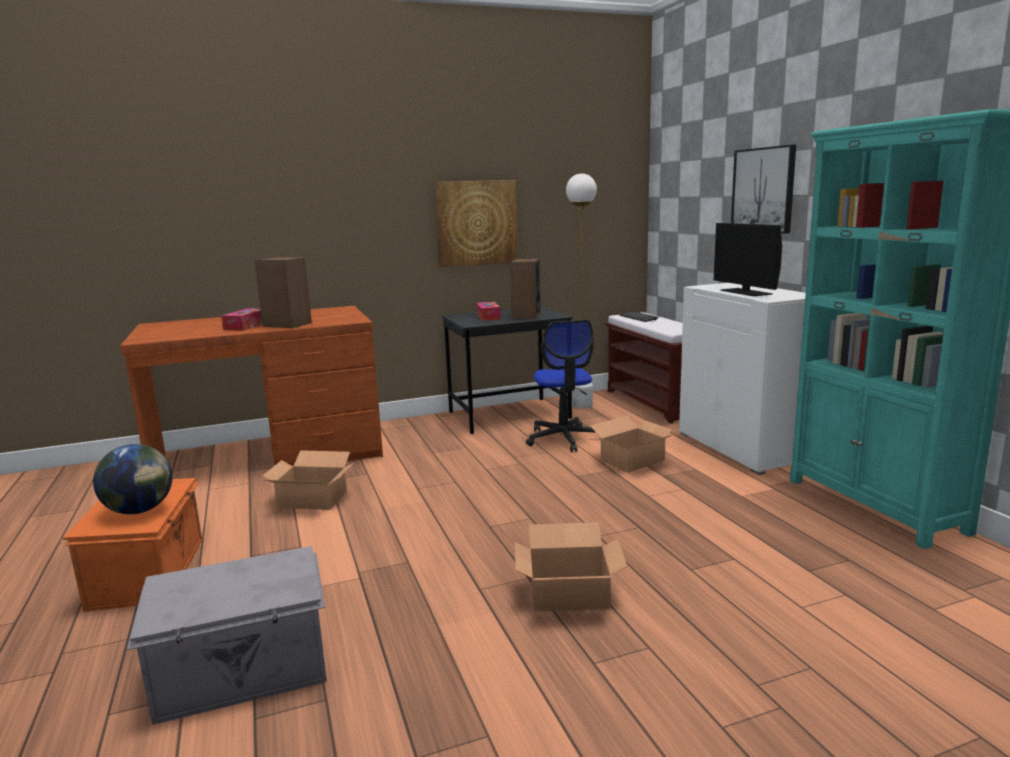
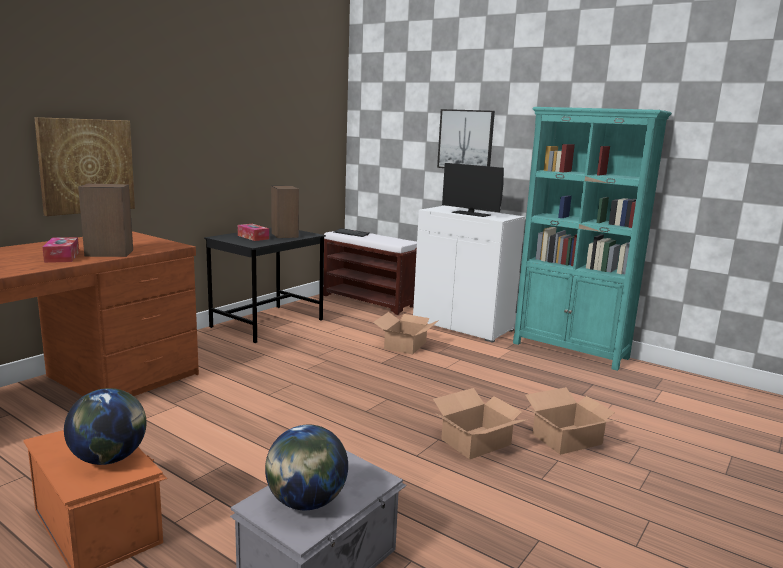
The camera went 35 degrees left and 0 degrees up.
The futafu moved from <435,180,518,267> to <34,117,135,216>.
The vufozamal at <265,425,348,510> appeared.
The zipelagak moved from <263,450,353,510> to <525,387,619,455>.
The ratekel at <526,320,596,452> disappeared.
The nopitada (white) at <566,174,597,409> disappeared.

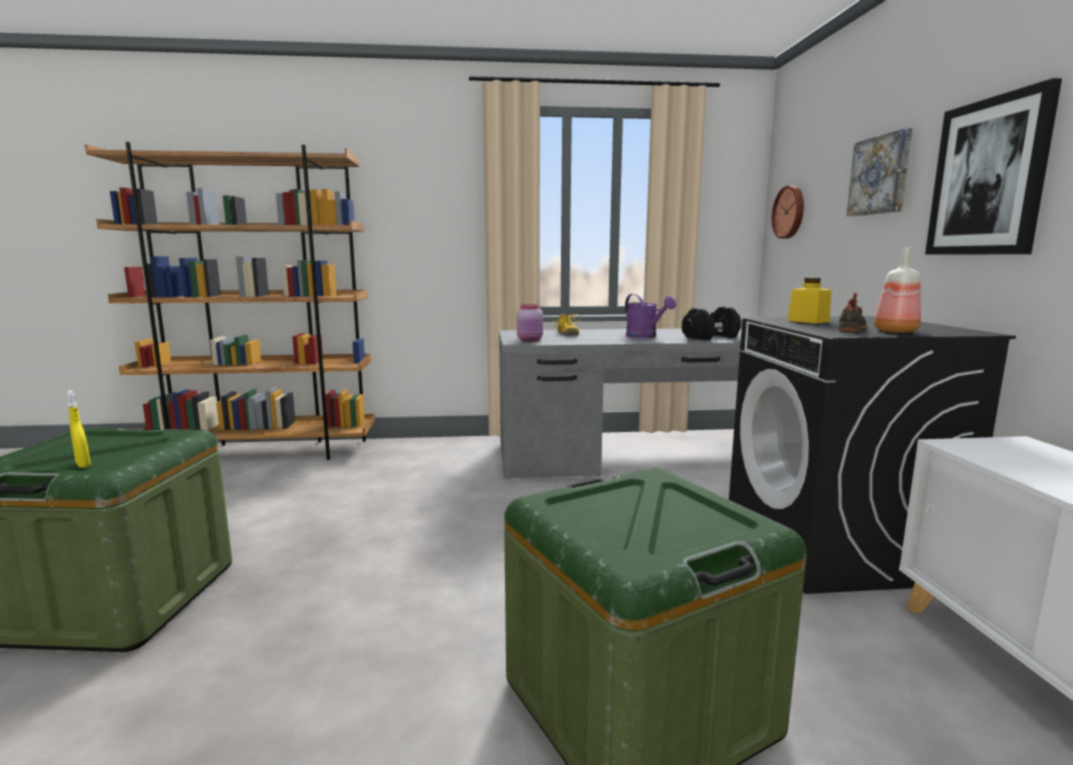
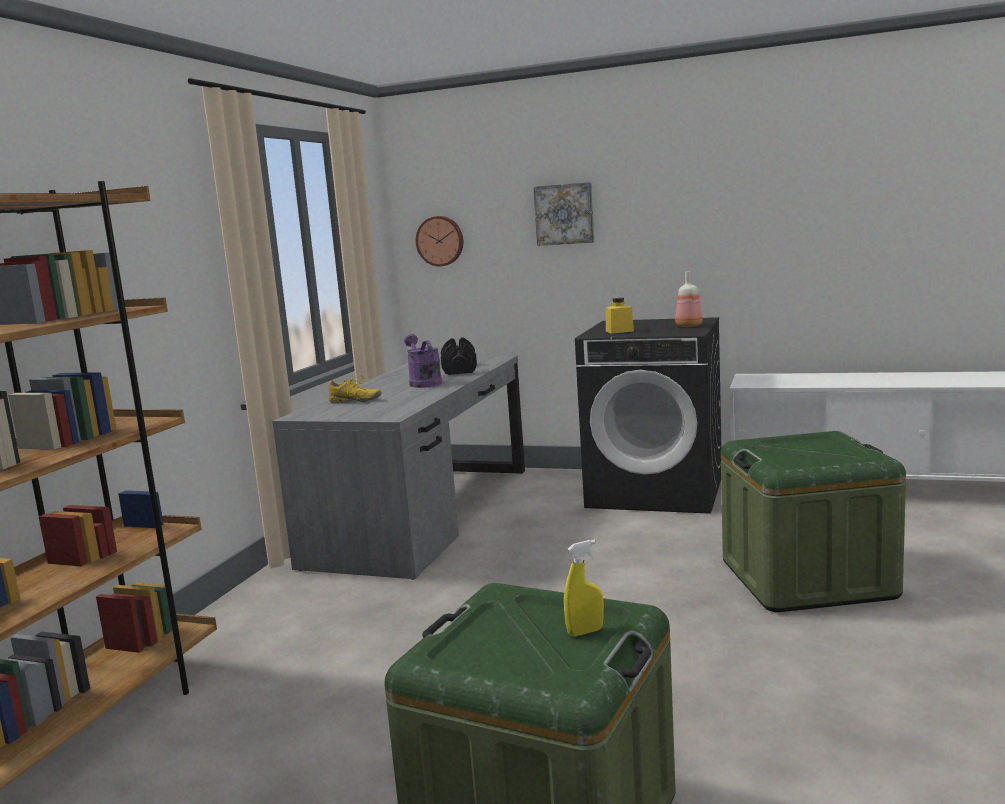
The camera went 65 degrees left and 0 degrees up.
The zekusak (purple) at <625,294,676,338> turned 105 degrees counterclockwise.
The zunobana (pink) at <517,304,543,342> disappeared.
The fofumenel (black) at <838,293,866,331> disappeared.
The futafu at <925,78,1062,255> disappeared.

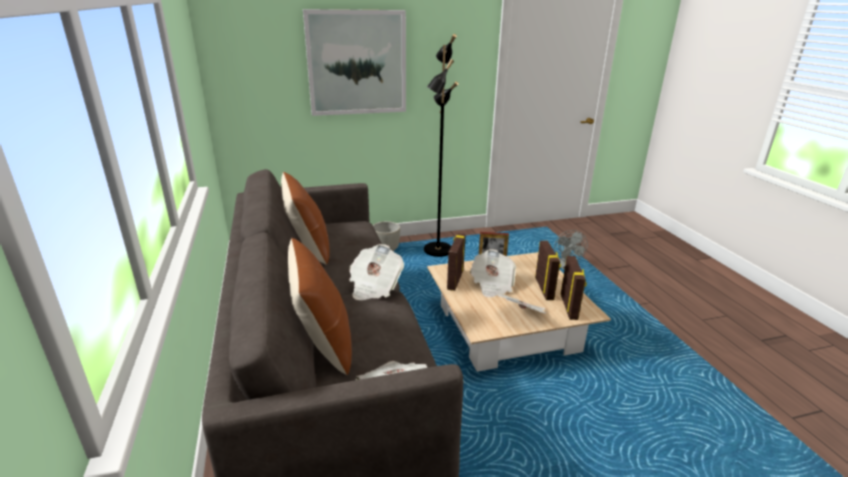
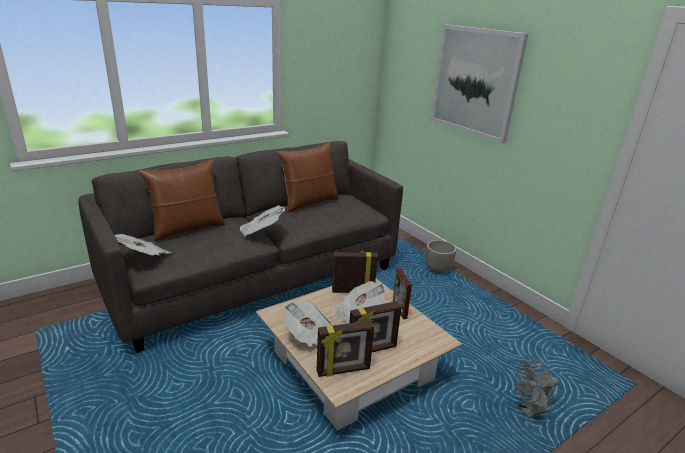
The camera went 70 degrees right and 0 degrees up.
The nopitada (black) at <424,34,458,257> disappeared.

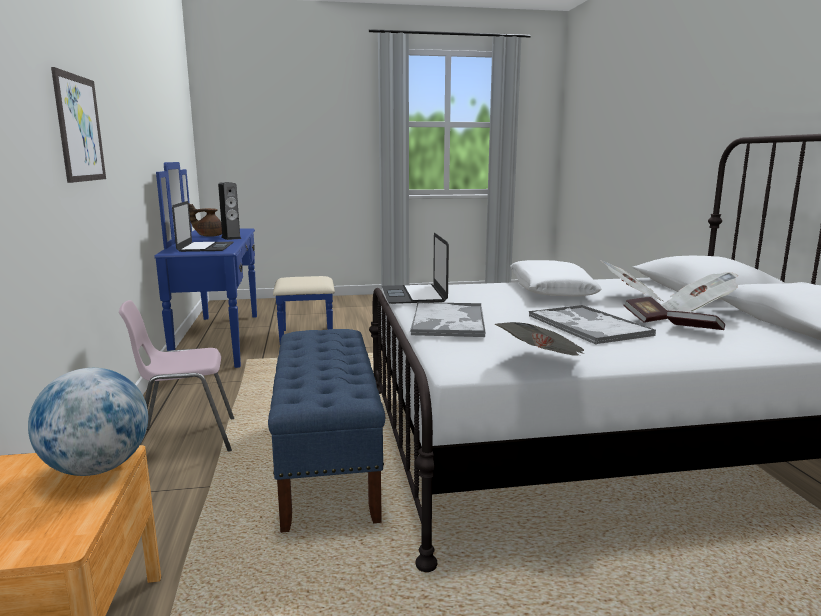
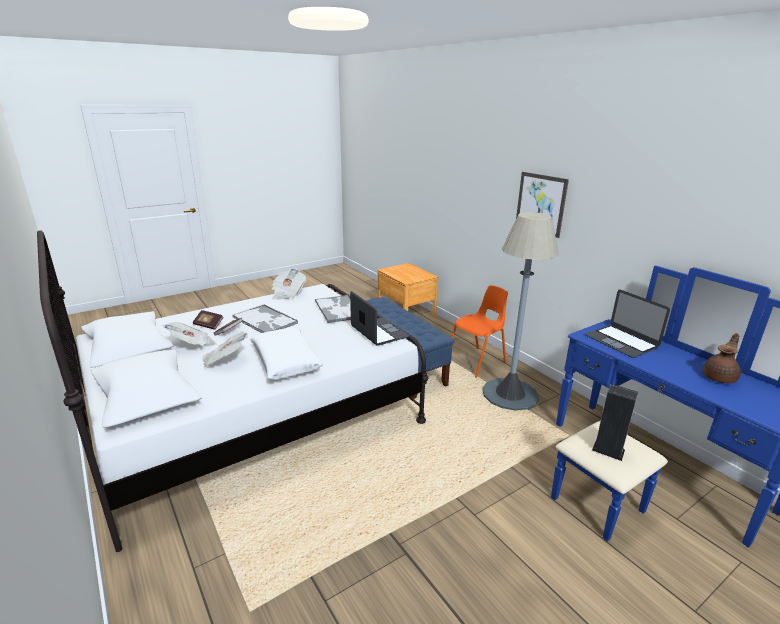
The camera went 155 degrees right and 10 degrees up.
The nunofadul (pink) at <119,300,234,451> became the nunofadul (orange) at <452,285,508,378>.
The nopitada (grey) at <482,212,559,410> appeared.
The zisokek moved from <218,182,241,240> to <592,384,638,461>.
The vufozamal at <28,368,148,476> disappeared.

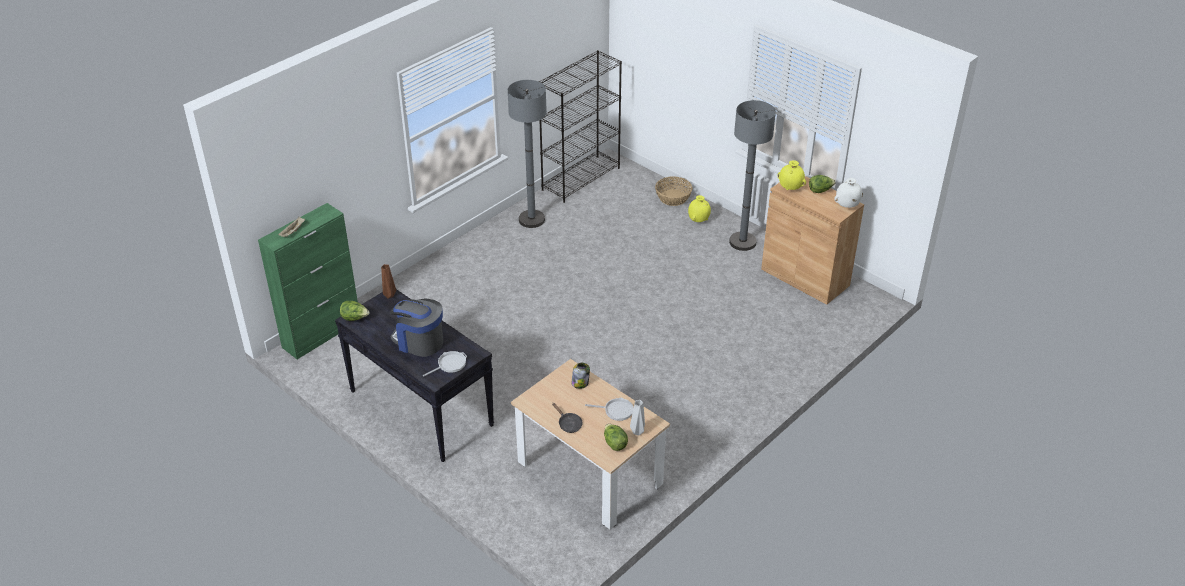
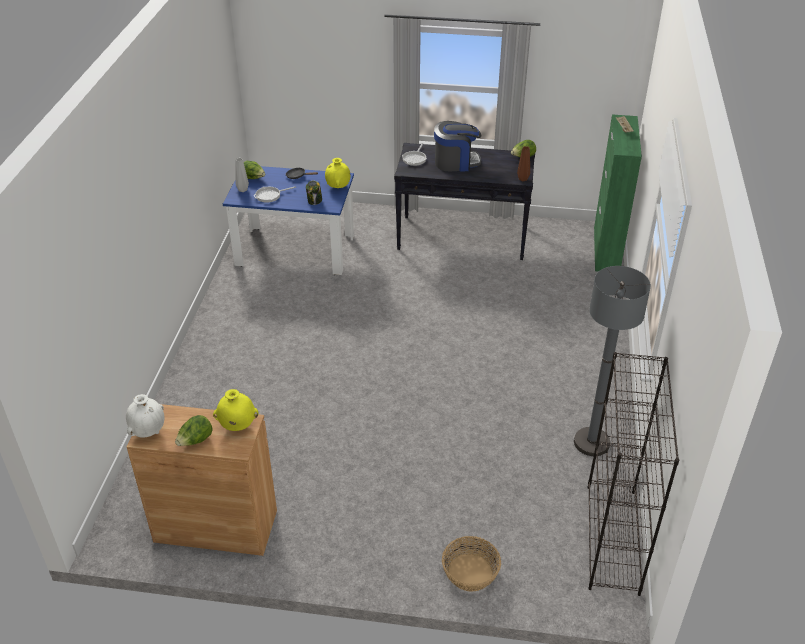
The camera went 145 degrees right and 0 degrees up.
The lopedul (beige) at <511,359,670,529> became the lopedul (blue) at <223,166,354,275>.
The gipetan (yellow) moved from <688,195,711,222> to <325,158,350,188>.
The nopitada (grey) at <729,100,776,251> disappeared.

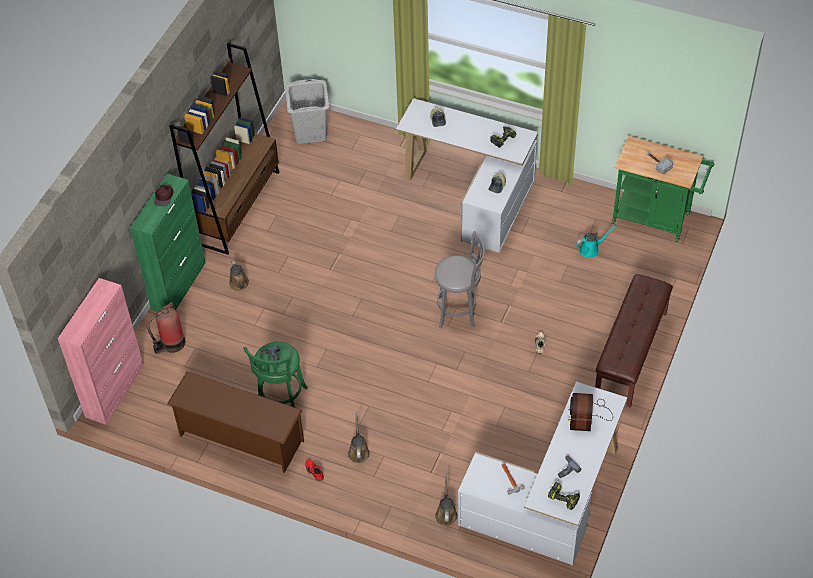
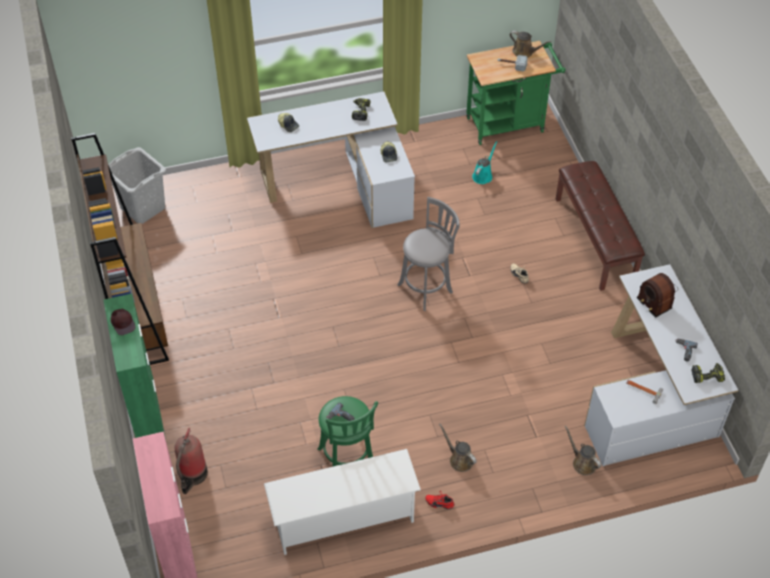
The camera went 40 degrees left and 0 degrees up.
The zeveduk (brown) at <167,371,304,473> became the zeveduk (white) at <264,449,421,555>.
The zekusak (brown) moved from <229,260,249,290> to <510,31,551,58>.

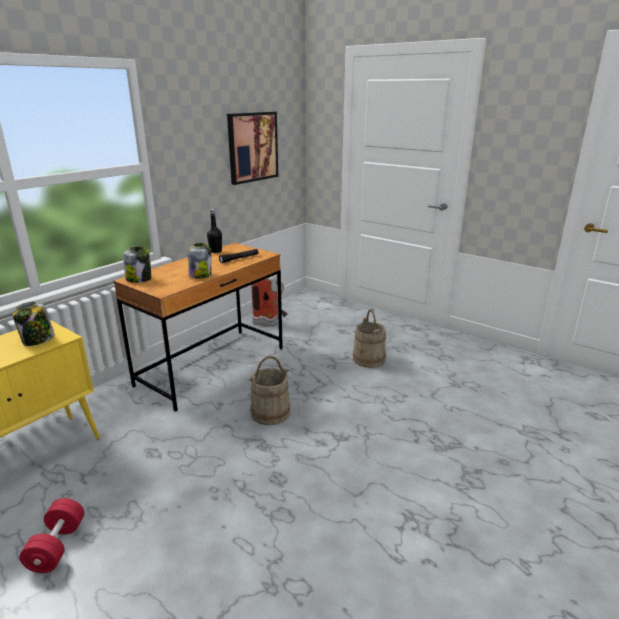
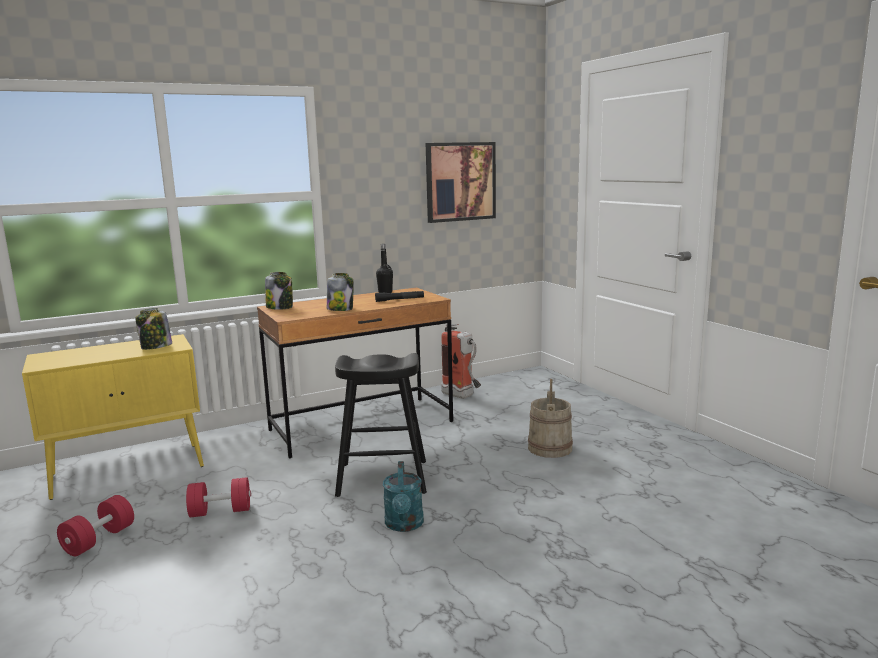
The camera went 25 degrees right and 10 degrees down.
The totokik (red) at <186,477,251,517> appeared.
The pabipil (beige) at <249,356,290,425> was replaced by the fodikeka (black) at <335,353,427,497>.
The zekusak (turquoise) at <383,461,424,532> appeared.

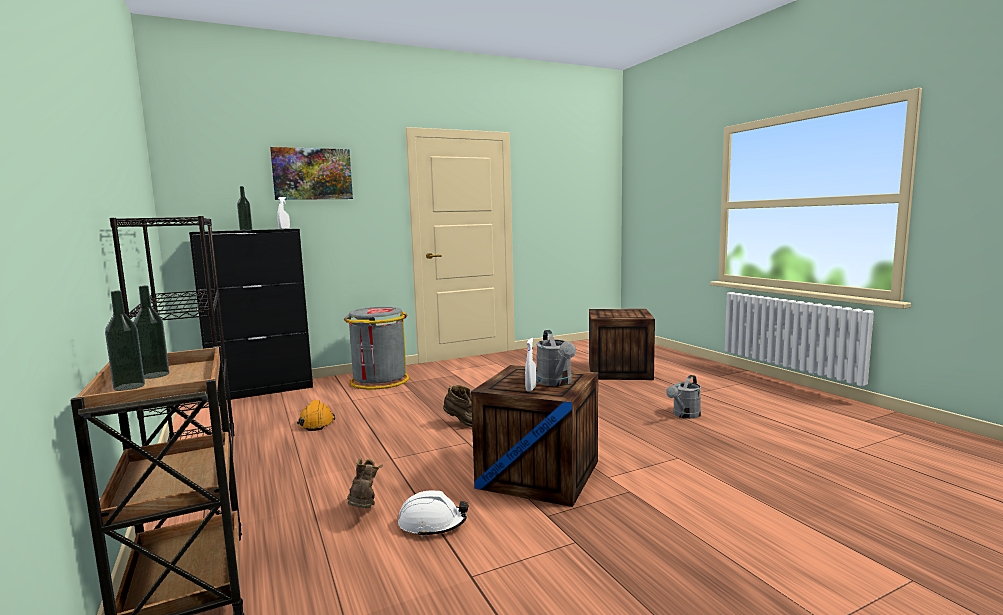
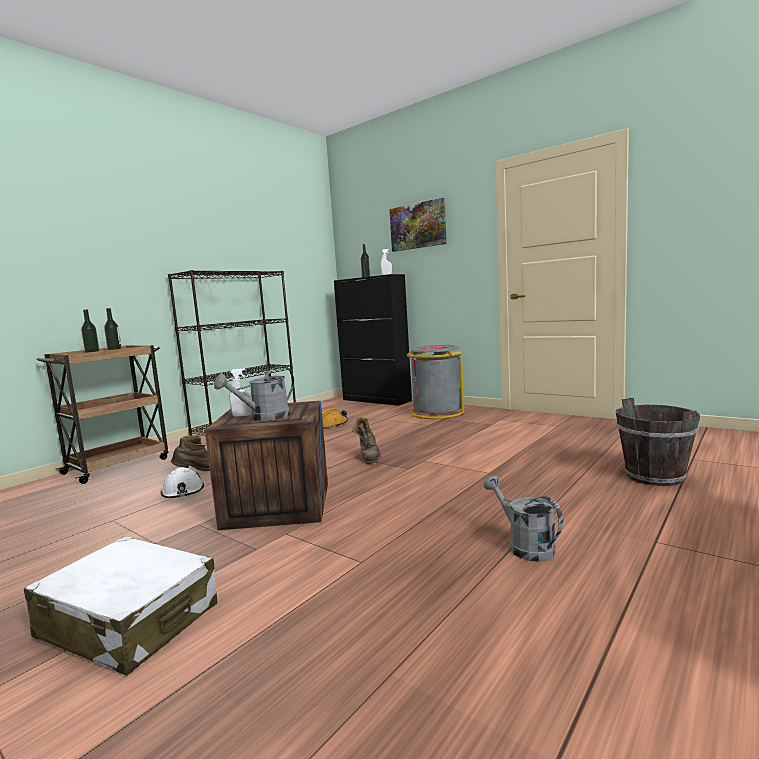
The camera went 65 degrees right and 0 degrees up.
The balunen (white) at <24,536,217,676> appeared.
The zekusak (grey) at <666,375,701,419> turned 45 degrees clockwise.
The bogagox at <589,309,655,380> was replaced by the pabipil (brown) at <616,398,700,486>.

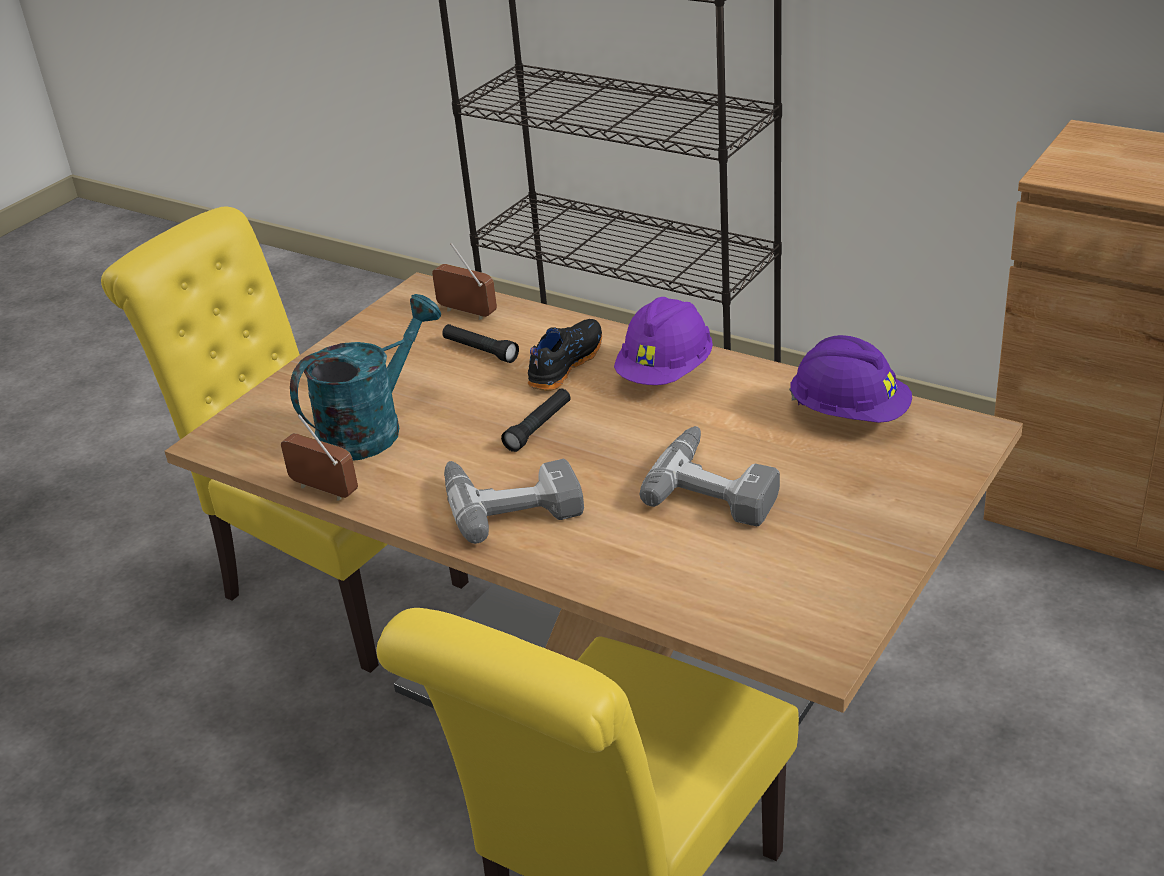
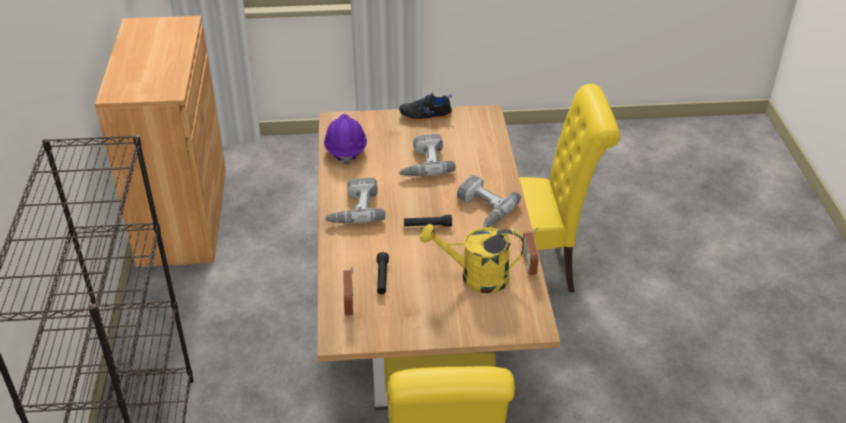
The camera went 130 degrees left and 5 degrees up.
The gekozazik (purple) at <614,297,713,385> was replaced by the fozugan at <324,178,385,224>.
The fofumenel (black) moved from <528,319,602,391> to <399,93,452,122>.
The zekusak (turquoise) at <290,294,441,461> became the zekusak (yellow) at <420,224,524,293>.

